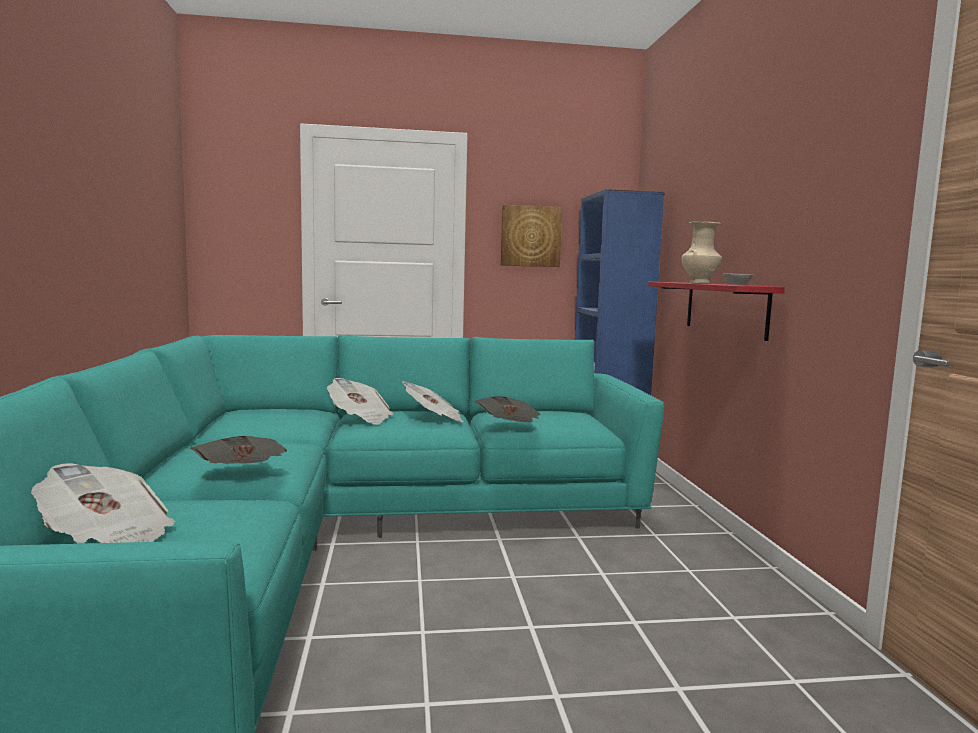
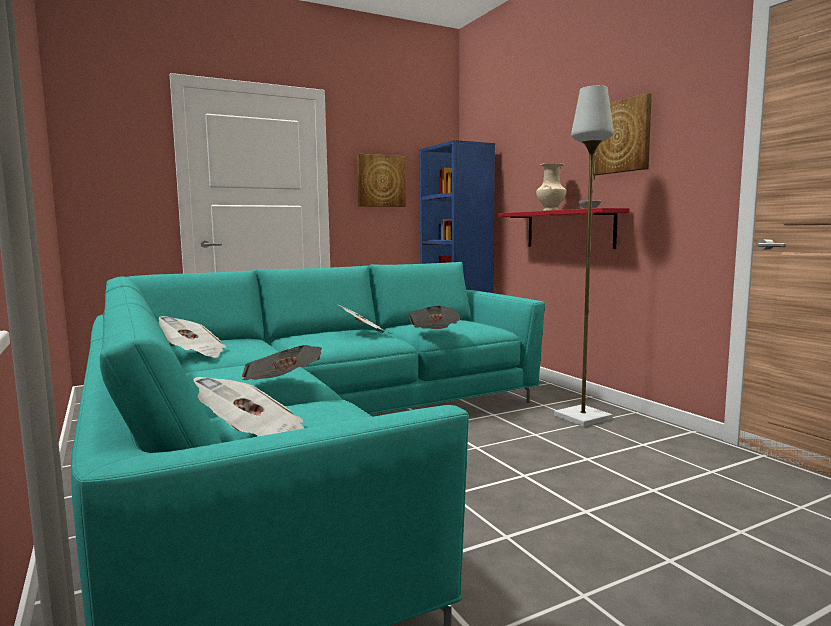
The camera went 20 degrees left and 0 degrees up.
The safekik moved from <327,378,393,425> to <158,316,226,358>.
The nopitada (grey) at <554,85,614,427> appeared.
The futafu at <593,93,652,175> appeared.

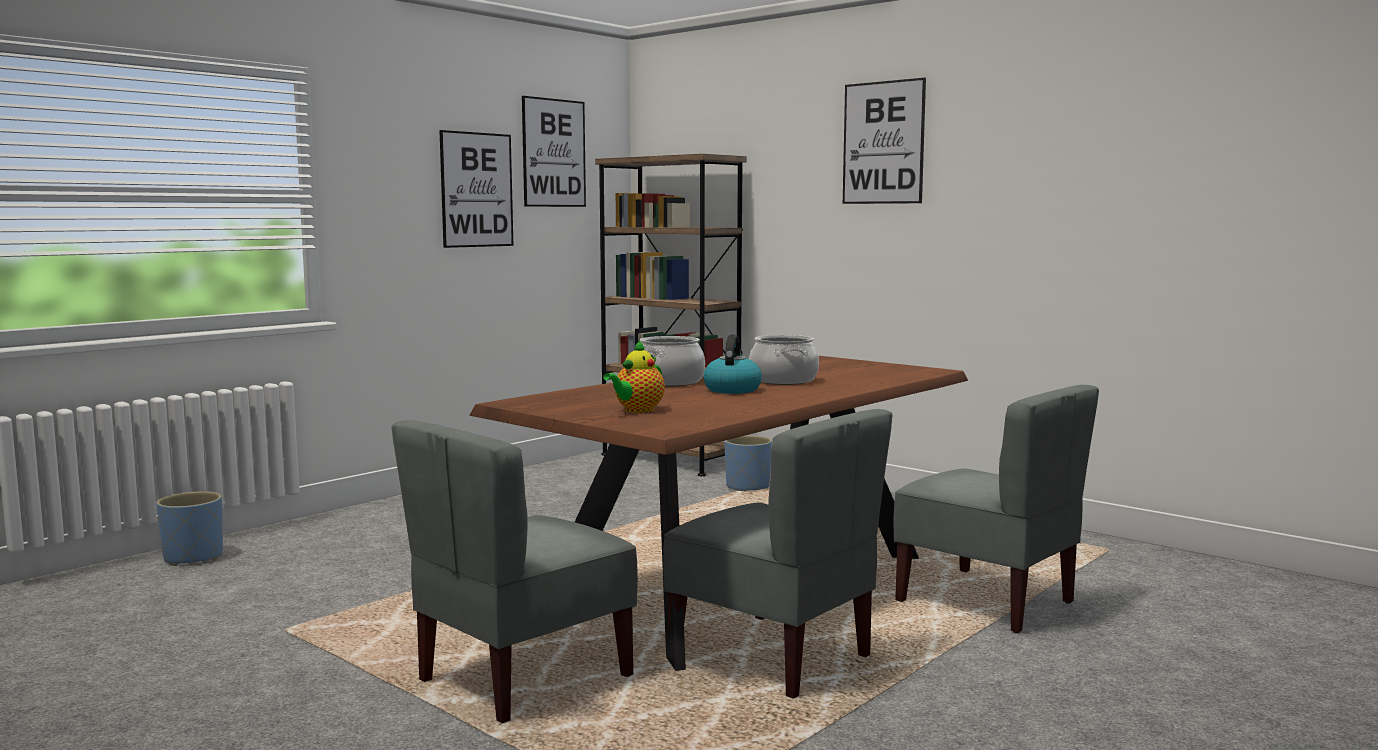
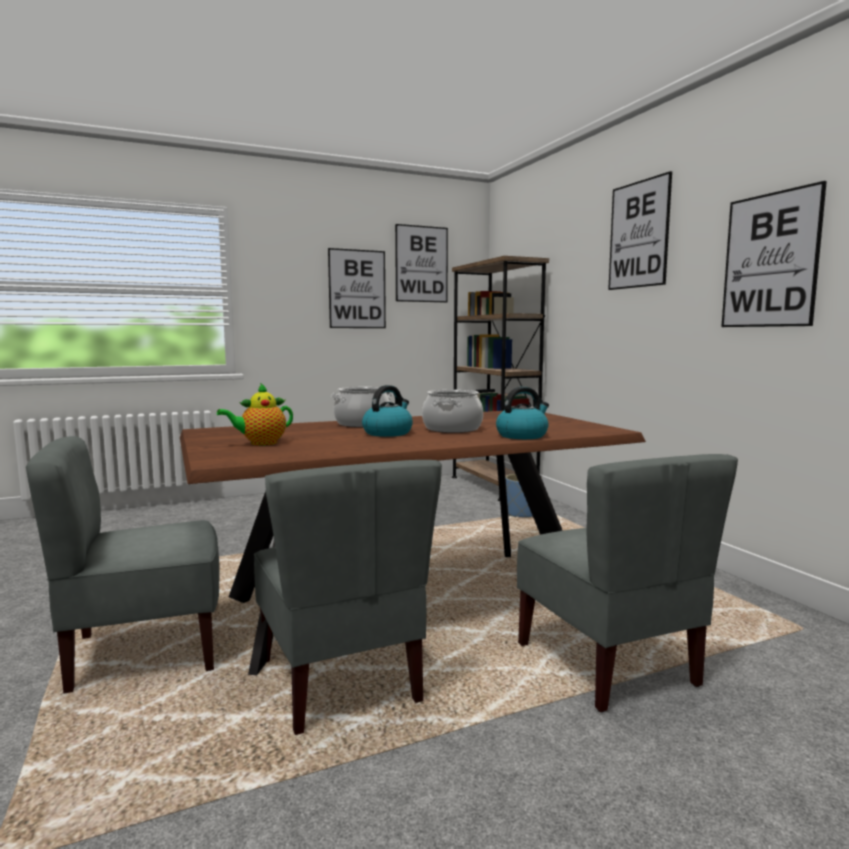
The camera went 25 degrees right and 0 degrees up.
The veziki at <496,387,549,439> appeared.
The futafu at <721,181,827,327> appeared.
The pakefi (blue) at <156,491,223,566> disappeared.

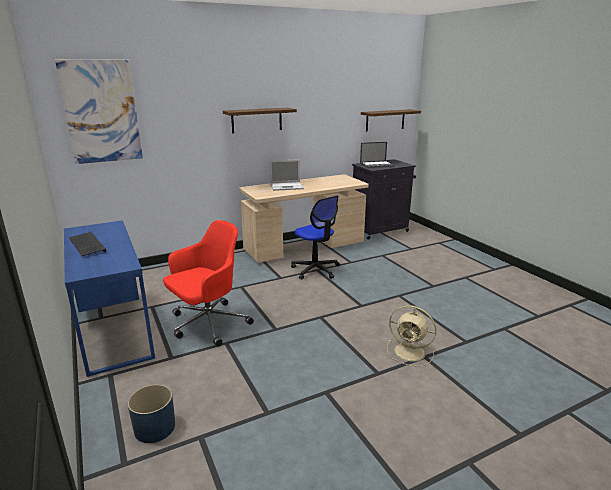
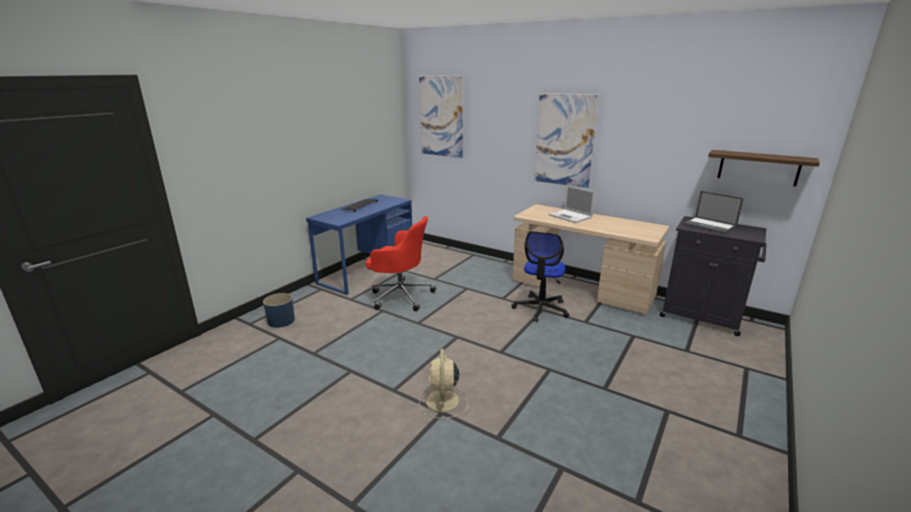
The camera went 60 degrees right and 0 degrees up.
The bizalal at <223,108,297,133> was replaced by the futafu at <534,93,599,188>.

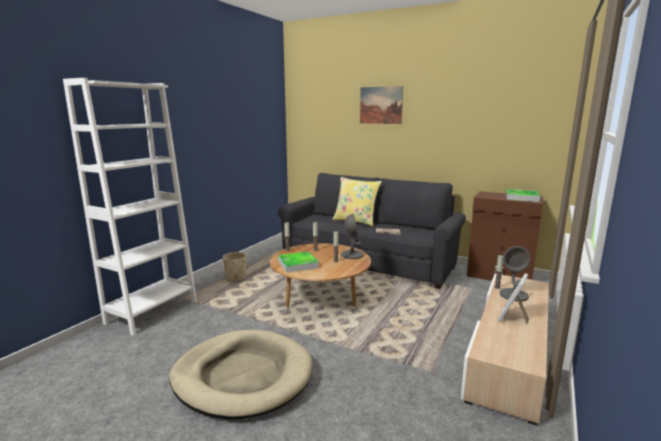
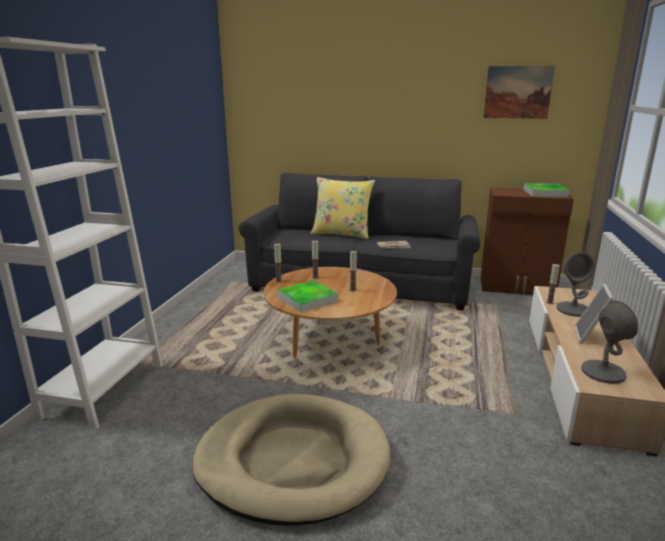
The camera went 15 degrees left and 5 degrees up.
The futafu moved from <360,86,403,124> to <483,66,555,119>.
The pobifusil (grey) moved from <341,214,363,259> to <581,301,638,384>.
The pakefi (beige) at <223,252,247,282> disappeared.

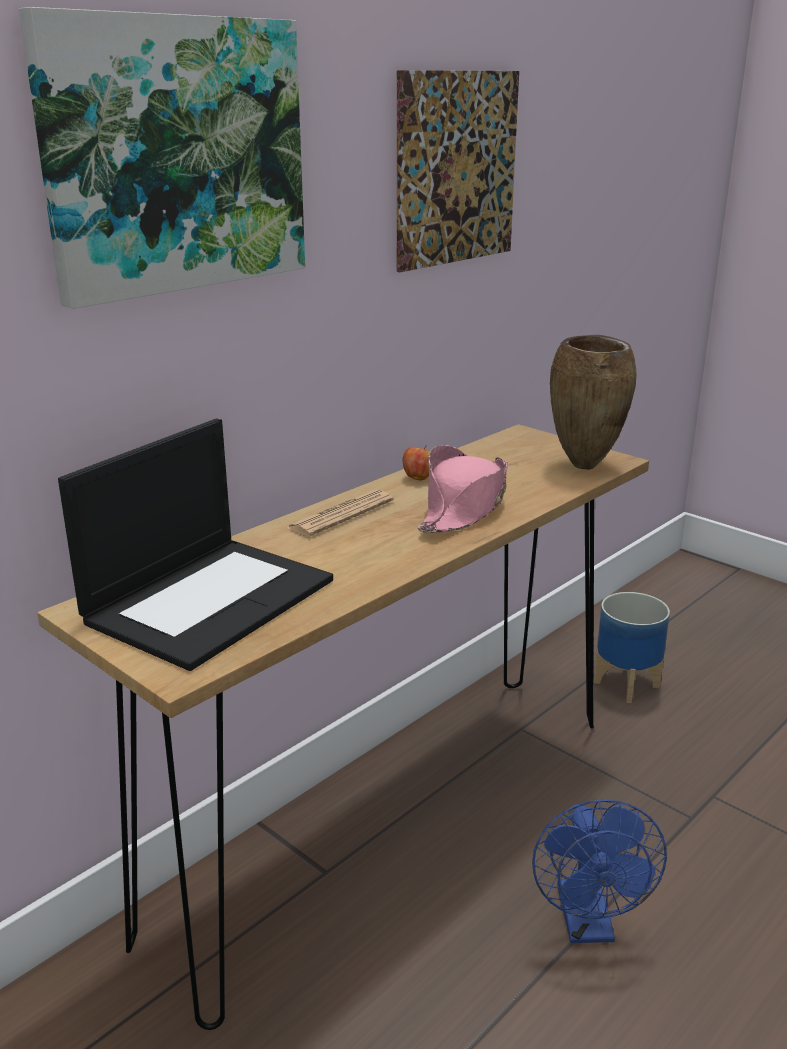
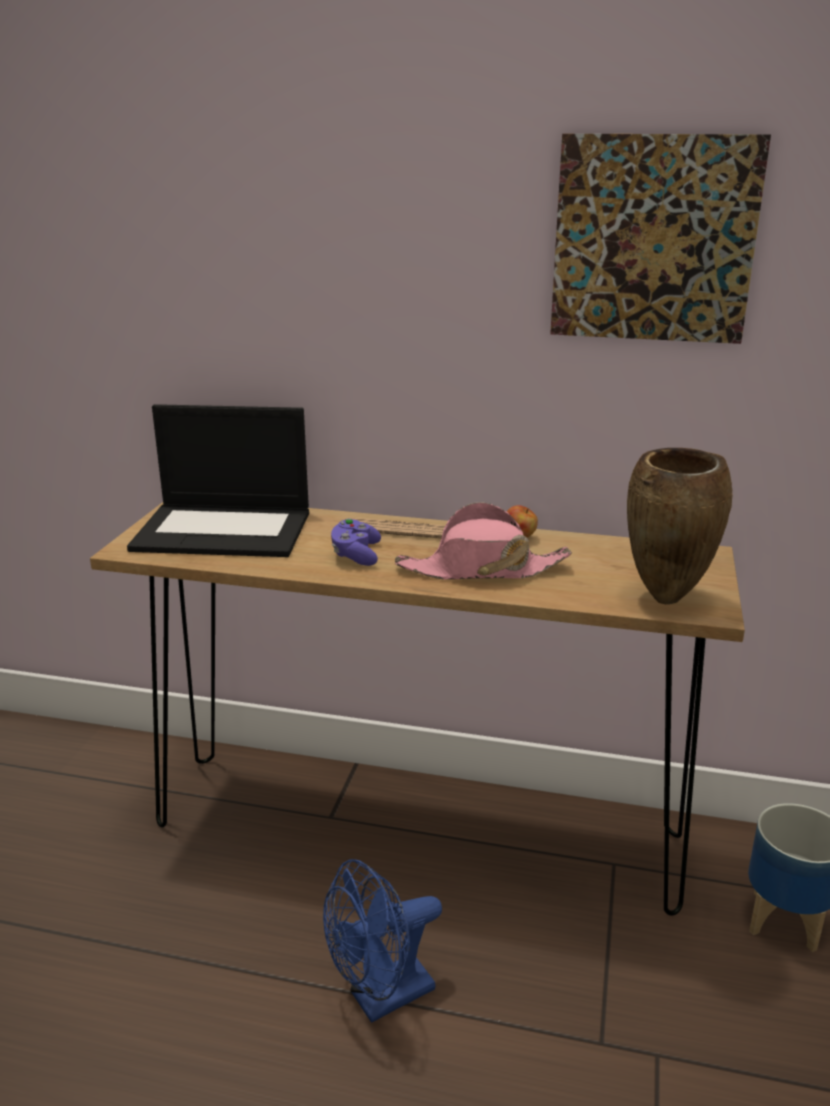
The camera went 60 degrees right and 0 degrees up.
The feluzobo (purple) at <331,518,381,566> appeared.
The futafu at <19,7,305,309> disappeared.

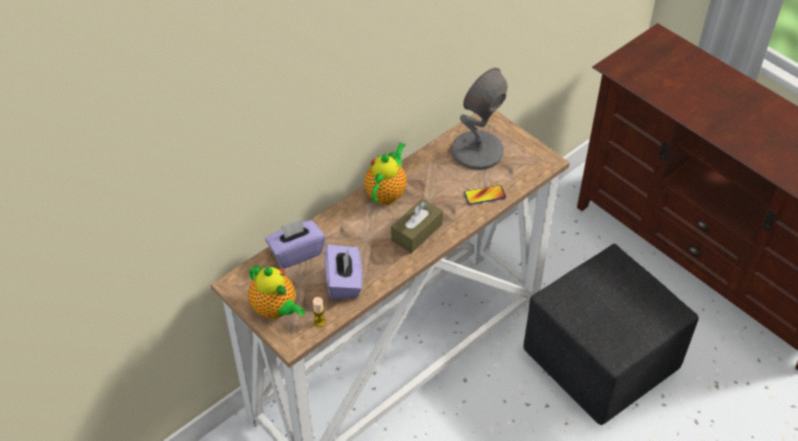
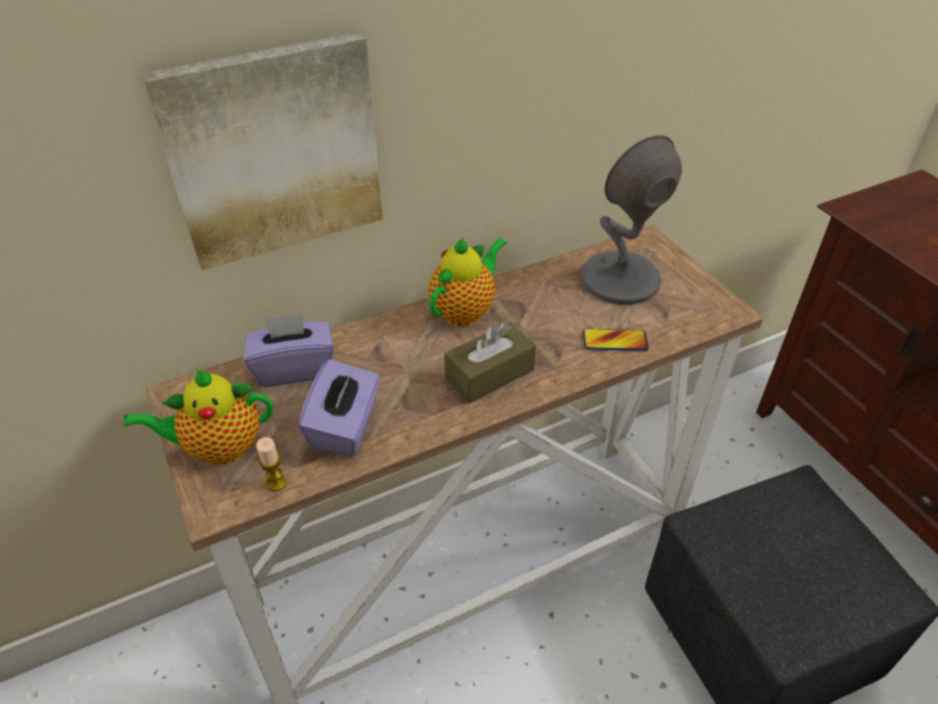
The camera went 15 degrees right and 5 degrees down.
The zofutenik at <248,265,305,319> turned 105 degrees clockwise.
The futafu at <141,32,383,270> appeared.

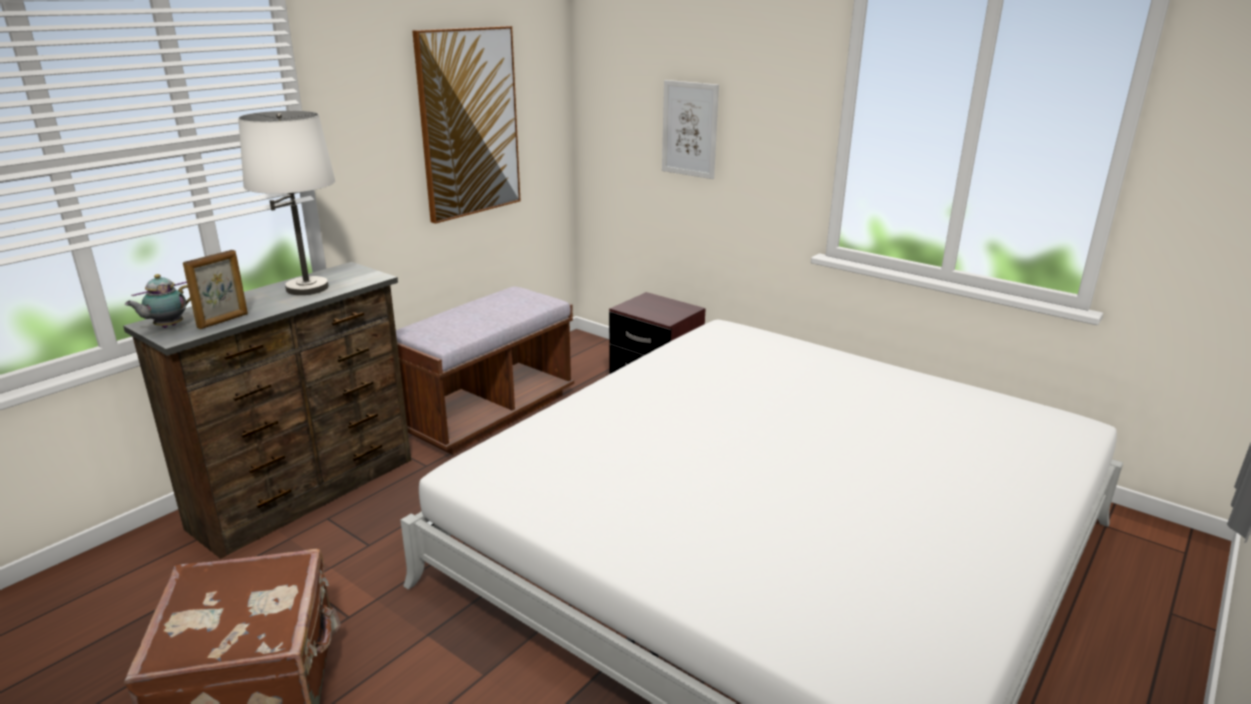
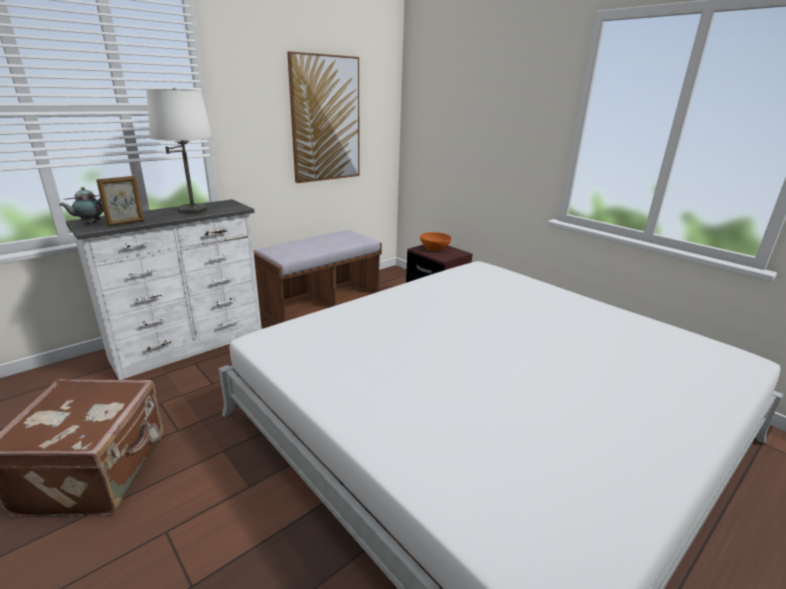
The camera went 10 degrees right and 0 degrees up.
The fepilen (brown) at <123,262,411,559> became the fepilen (white) at <66,199,262,380>.
The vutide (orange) at <420,232,451,251> appeared.
The futafu at <662,80,719,179> disappeared.

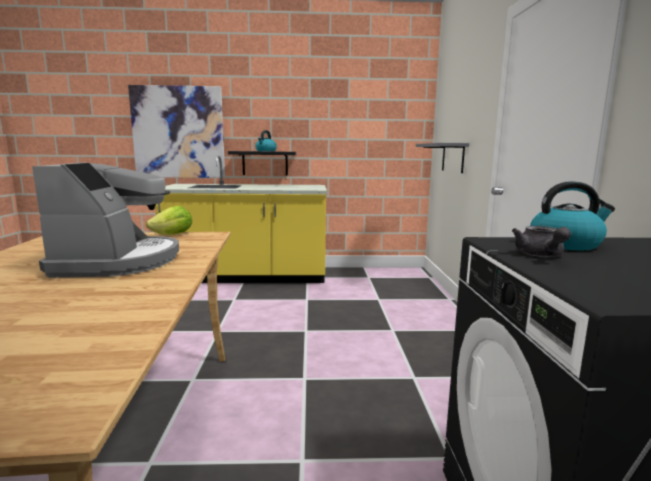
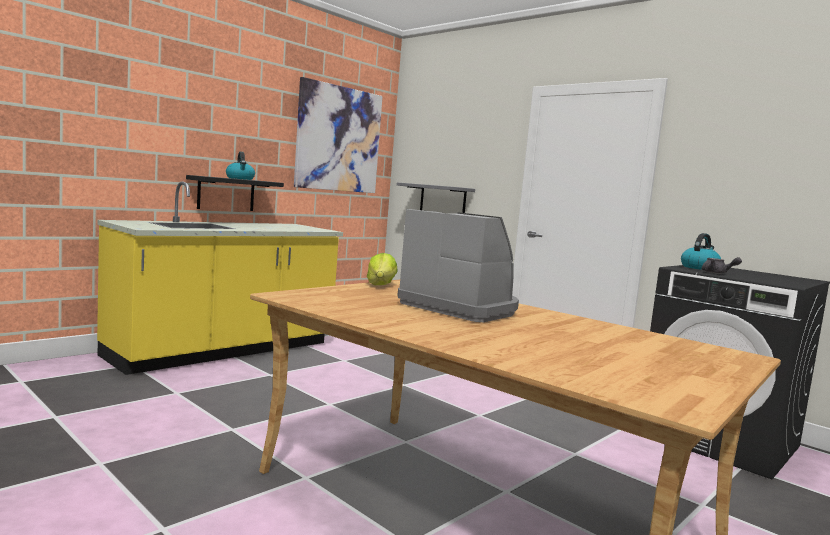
The camera went 45 degrees left and 5 degrees down.
The futafu moved from <128,85,225,178> to <294,77,383,193>.

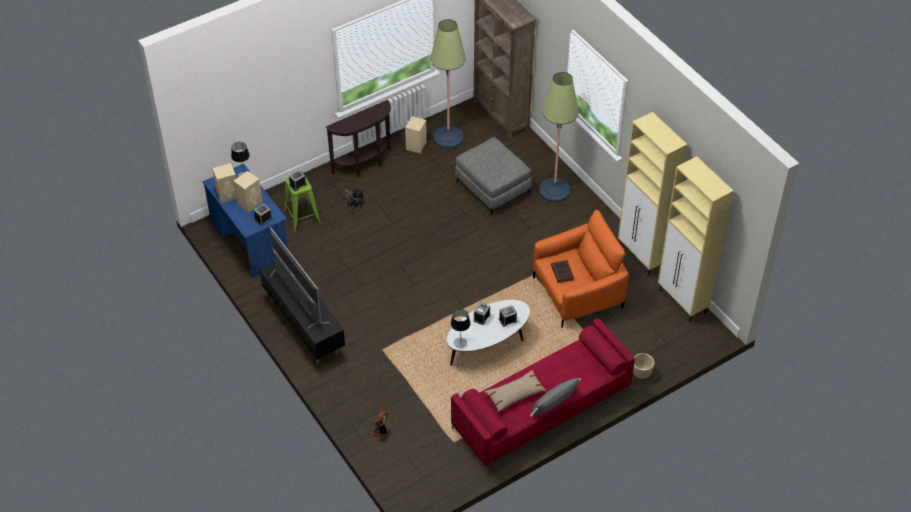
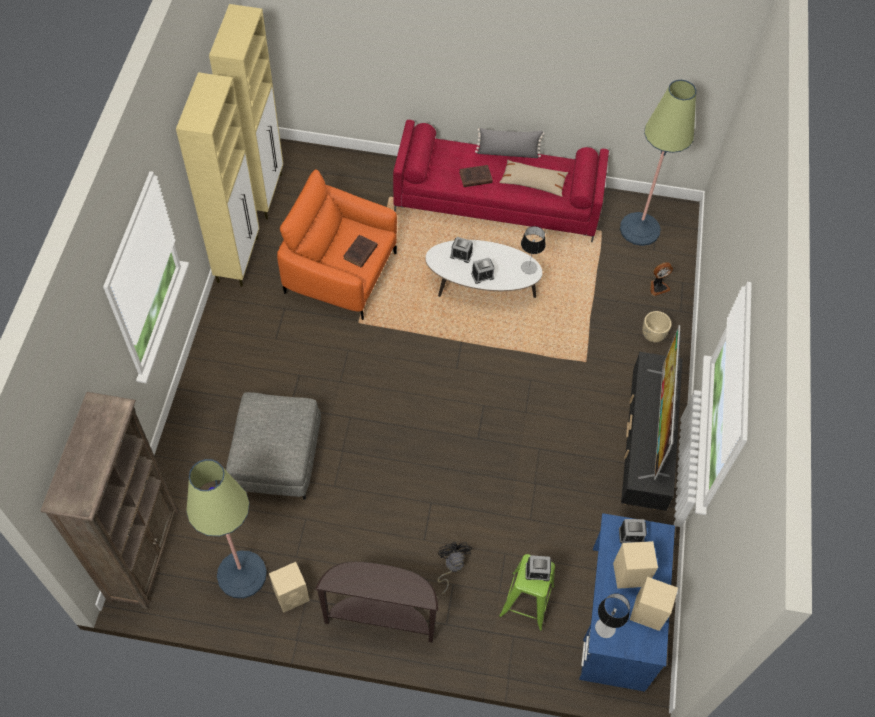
The camera went 140 degrees left and 10 degrees up.
The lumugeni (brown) at <459,165,493,187> appeared.
The nopitada moved from <539,72,579,202> to <620,80,696,246>.
The pakefi (beige) moved from <633,353,654,379> to <642,311,672,342>.

